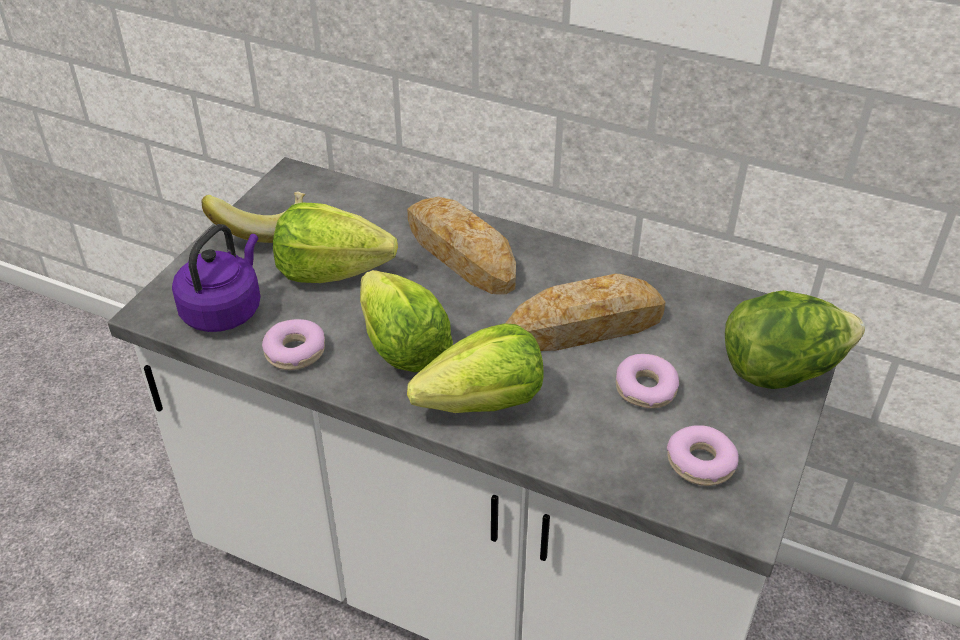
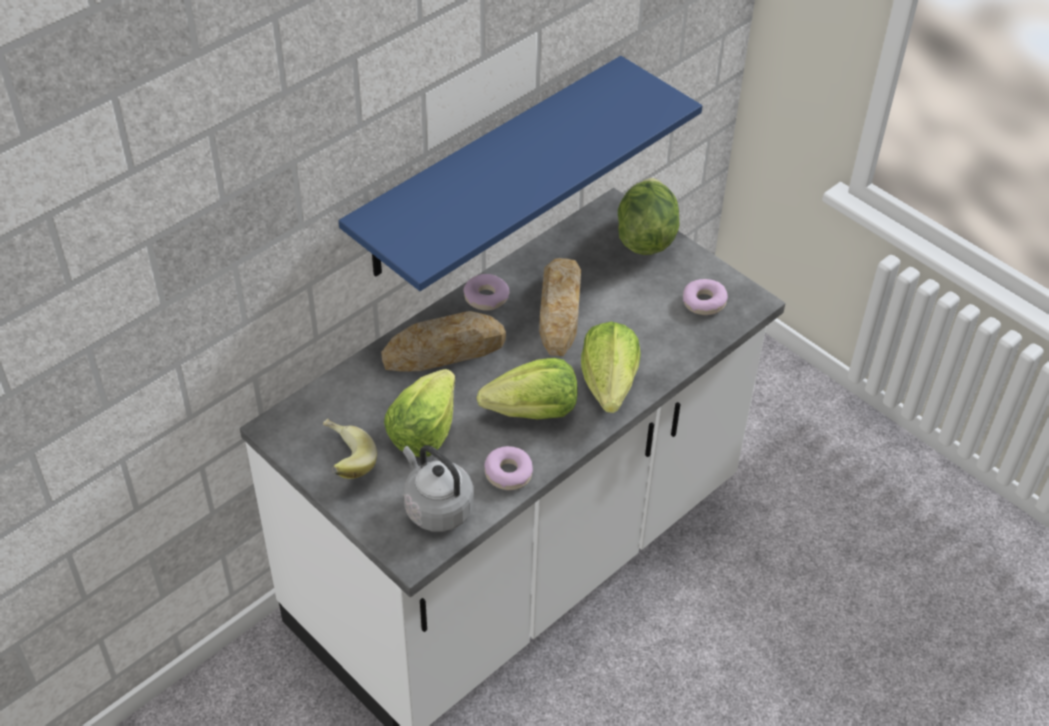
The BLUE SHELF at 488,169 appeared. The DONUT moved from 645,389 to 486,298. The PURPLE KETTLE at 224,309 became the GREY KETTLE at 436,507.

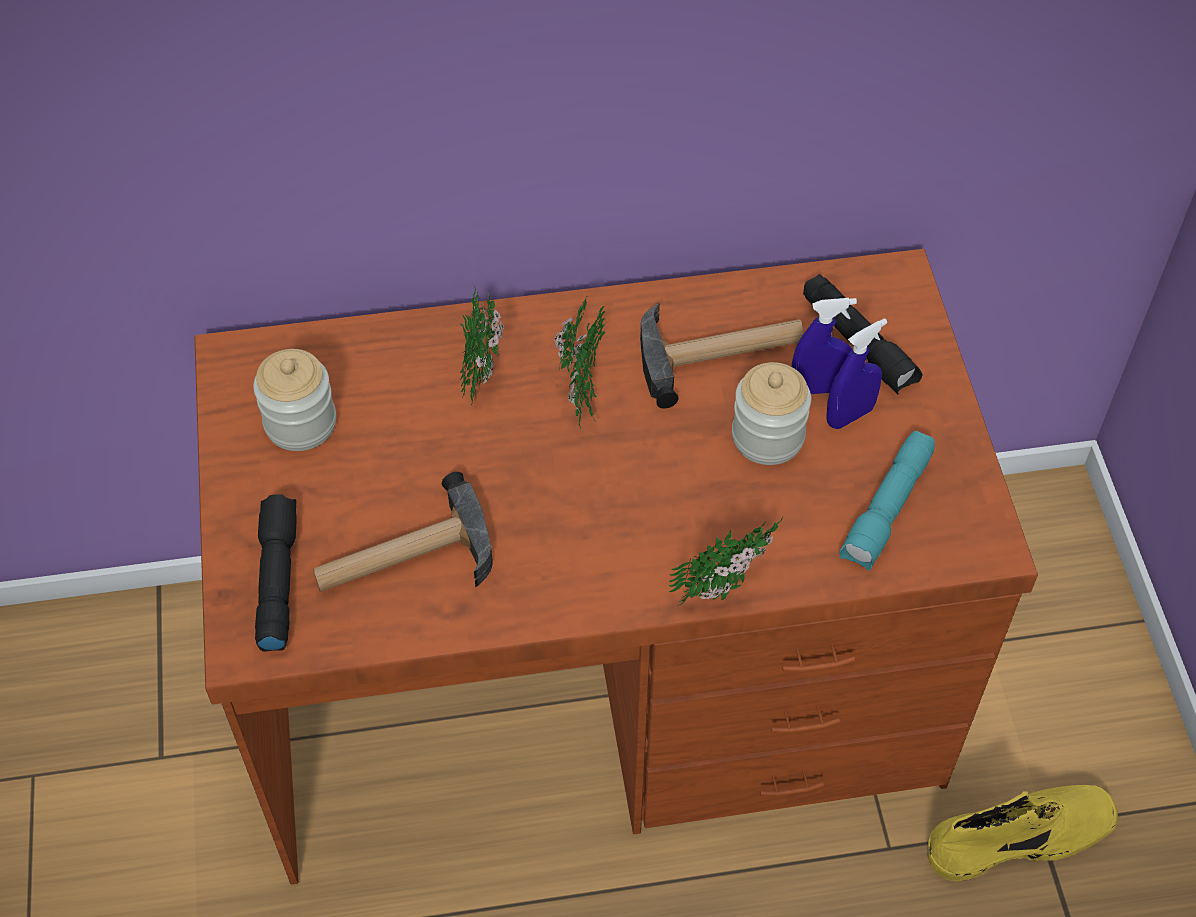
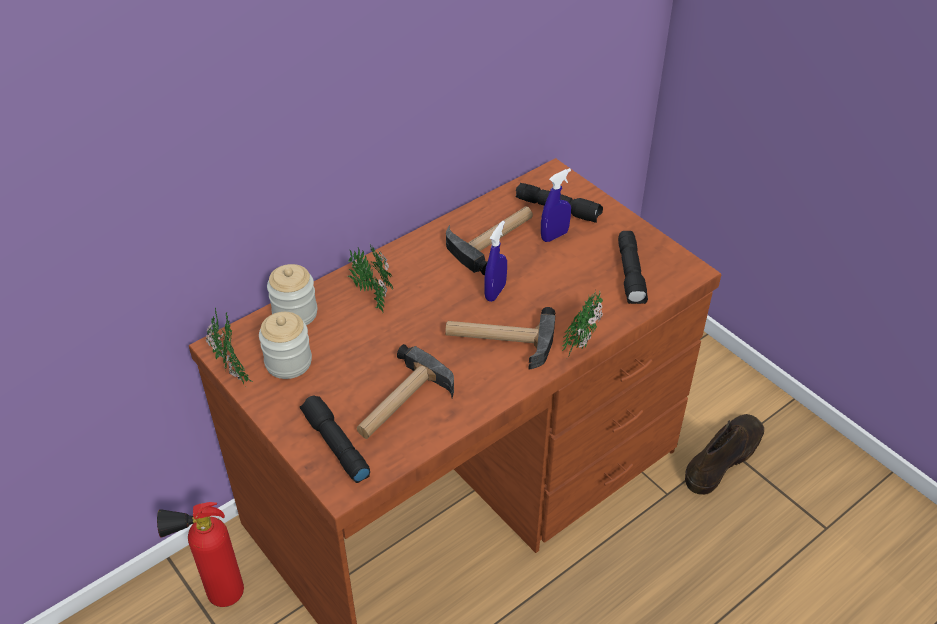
The FIRE EXTINGUISHER at 217,595 appeared. The HAMMER at 499,340 appeared. The POTTED PLANT moved from 581,395 to 233,373. The JAR moved from 767,437 to 295,313. The BLUE SPRAY BOTTLE moved from 849,416 to 495,292. The TURQUOISE FLASHLIGHT at 888,510 became the BLACK FLASHLIGHT at 631,275. The YELLOW BOOT at 1021,837 became the BROWN BOOT at 724,457.

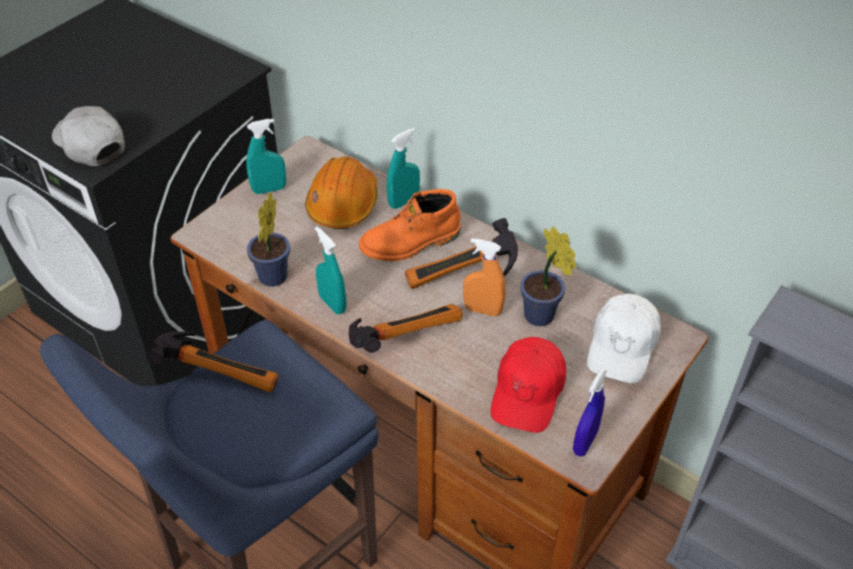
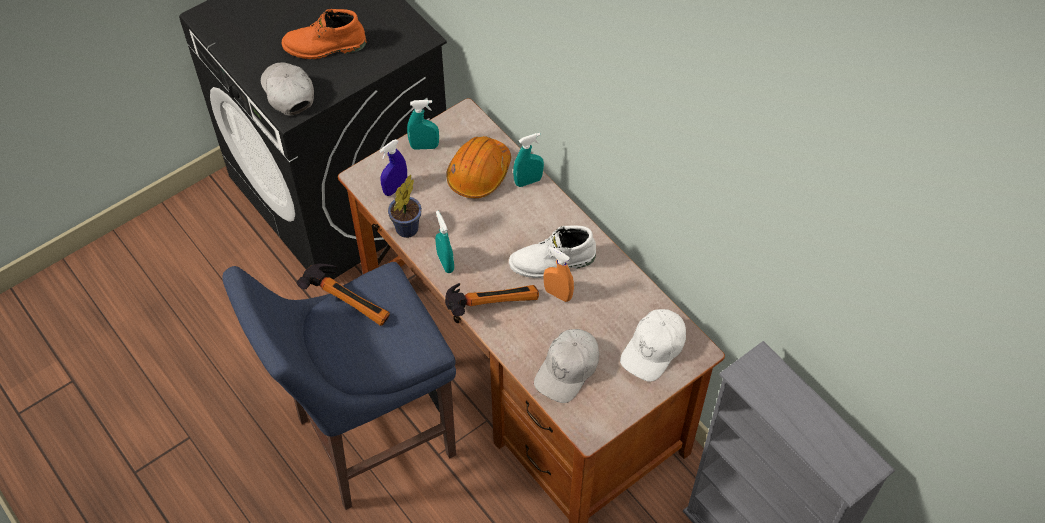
The POTTED PLANT at 541,318 disappeared. The ORANGE BOOT moved from 411,244 to 324,47. The BLUE SPRAY BOTTLE moved from 585,442 to 395,188. The HAMMER at 463,279 was replaced by the WHITE BOOT at 552,263. The RED CAP at 528,392 became the WHITE CAP at 568,369.

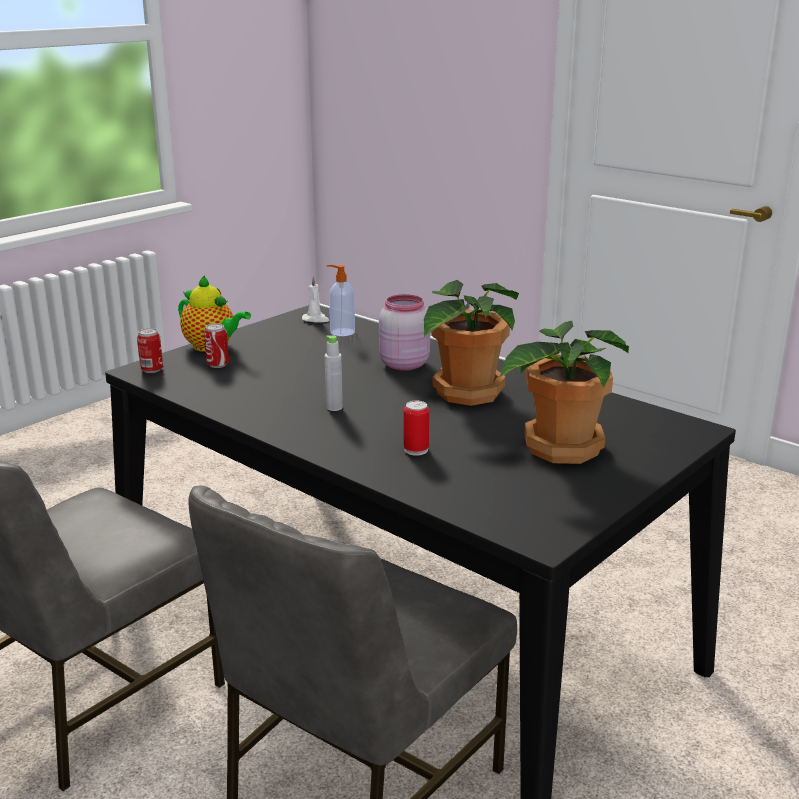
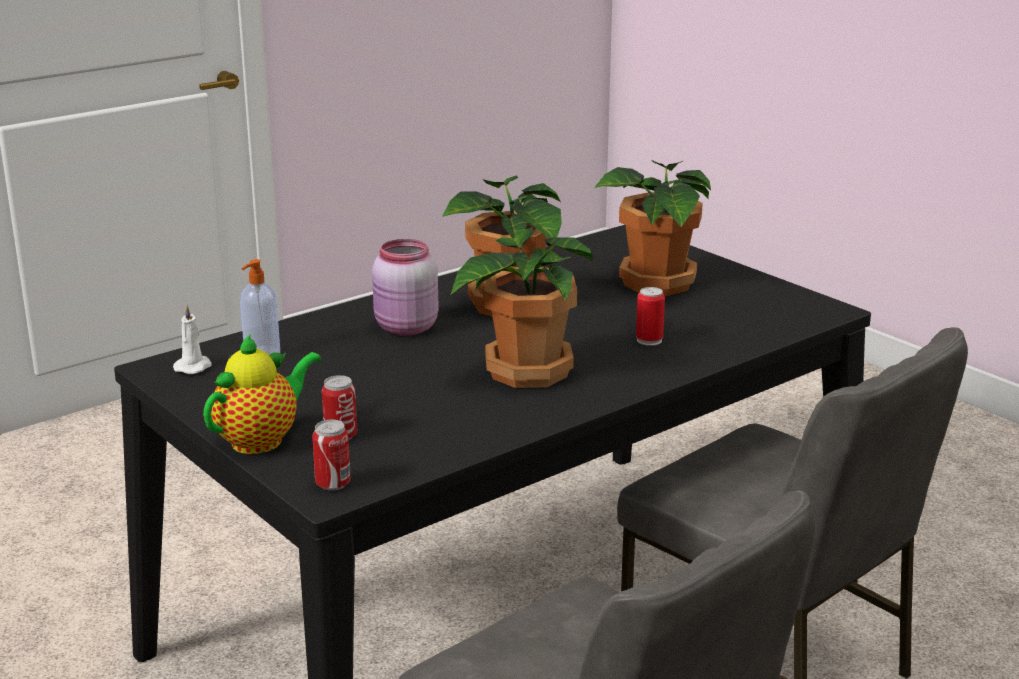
The GREY BOTTLE at 334,407 was replaced by the POTTED PLANT at 525,371.

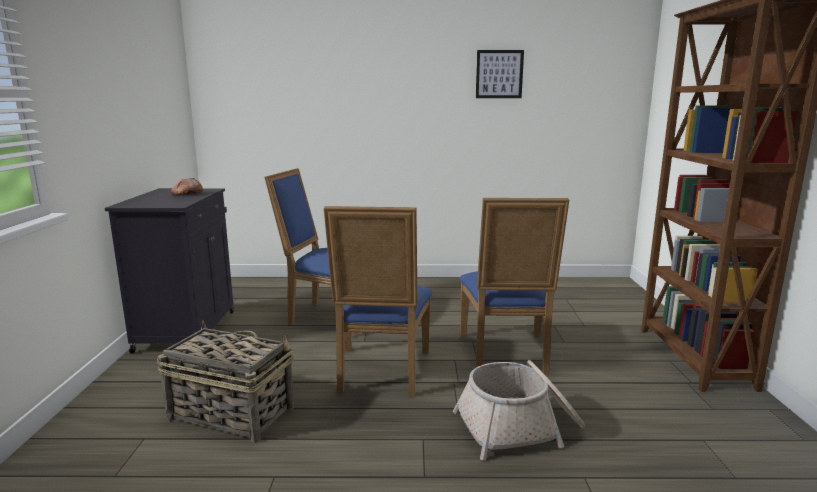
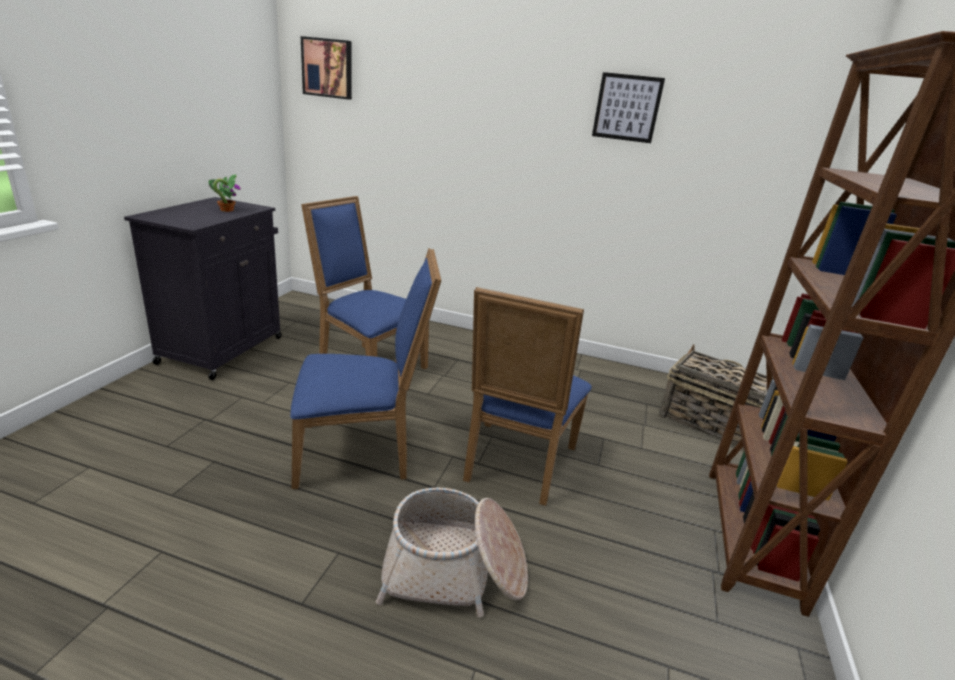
The PICTURE at 328,68 appeared. The BASKET moved from 230,412 to 707,422. The BREAD at 187,194 was replaced by the POTTED PLANT at 226,210. The BLUE CHAIR at 380,374 turned 120 degrees counterclockwise.

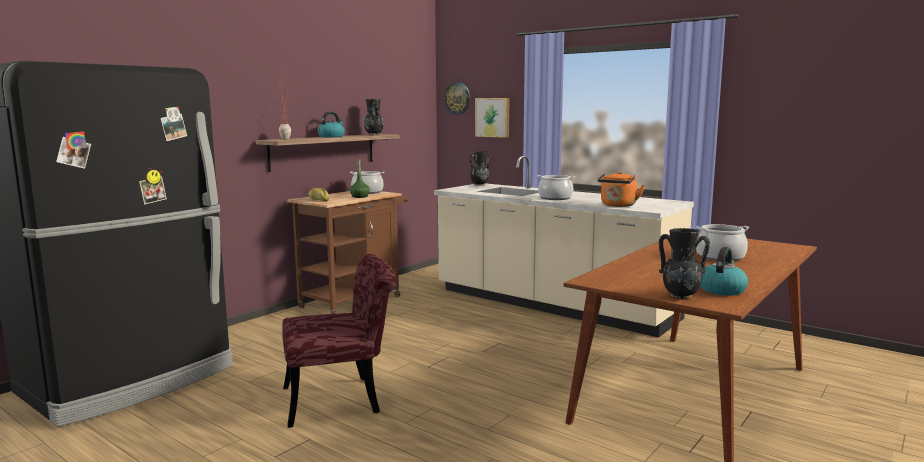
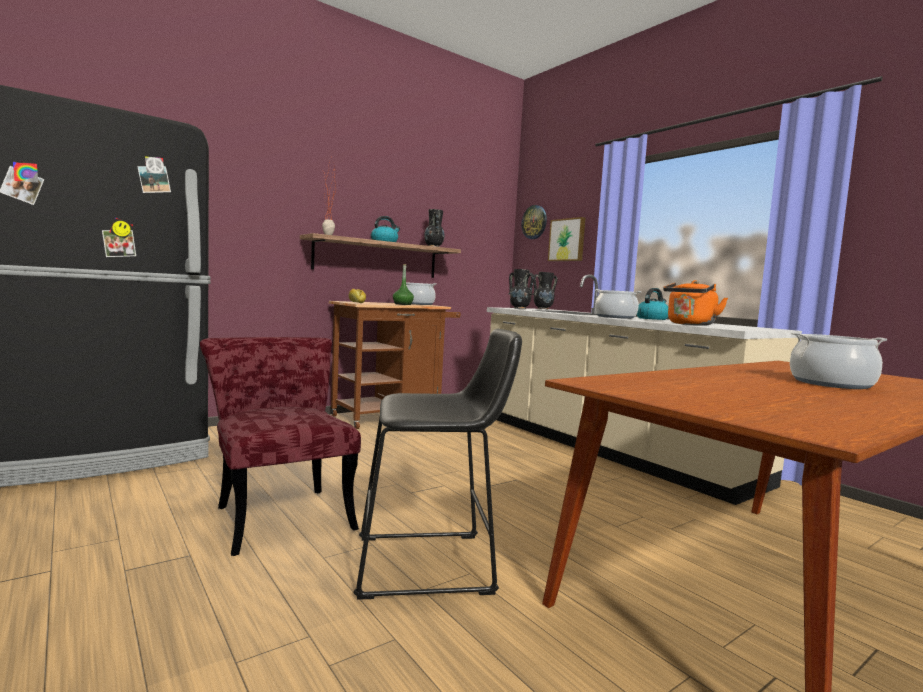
The BLACK STOOL at 432,565 appeared. The BLACK VASE moved from 680,296 to 519,308. The KETTLE moved from 721,290 to 652,318. The RED CHAIR at 343,399 turned 120 degrees counterclockwise.

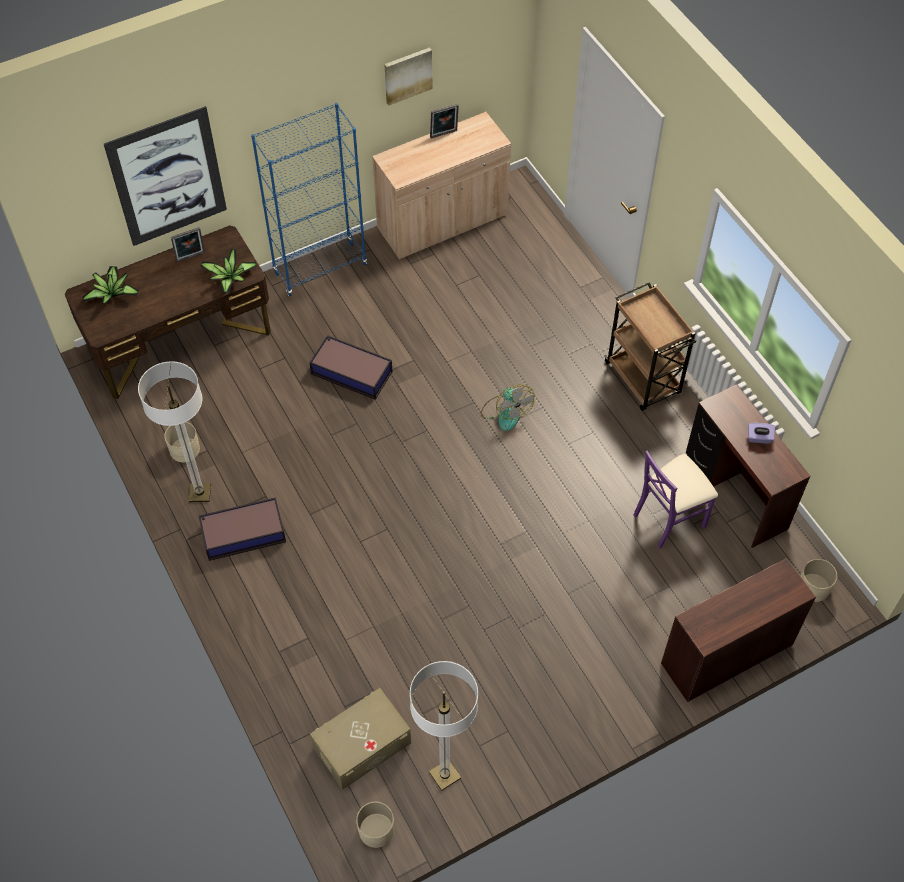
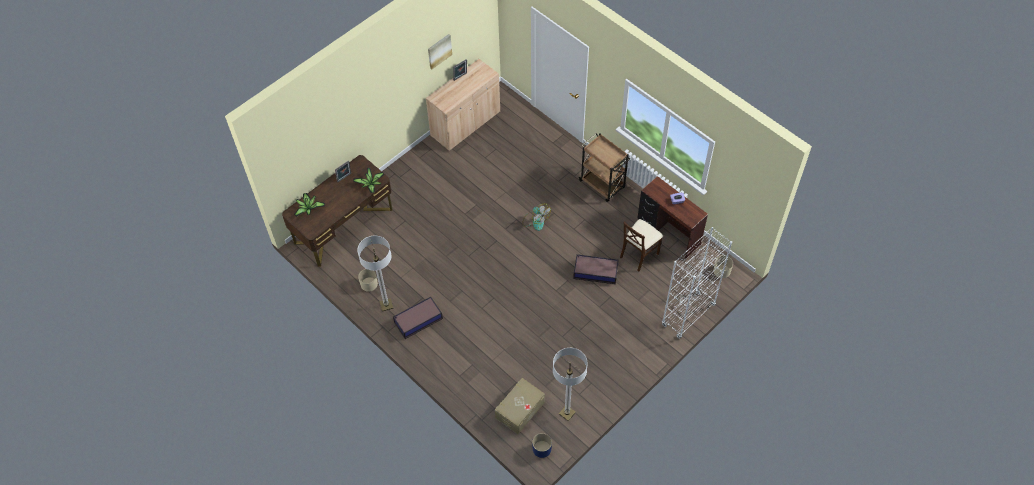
The PICTURE at 168,177 disappeared. The BLUE BOOKCASE at 320,269 disappeared. The STORAGE BOX moved from 351,372 to 595,272. The BROWN DESK at 725,653 was replaced by the WHITE BOOKCASE at 688,315. The BEIGE PLANTER at 376,830 became the BLUE PLANTER at 541,449. The PURPLE CHAIR at 669,518 became the BEIGE CHAIR at 639,254.

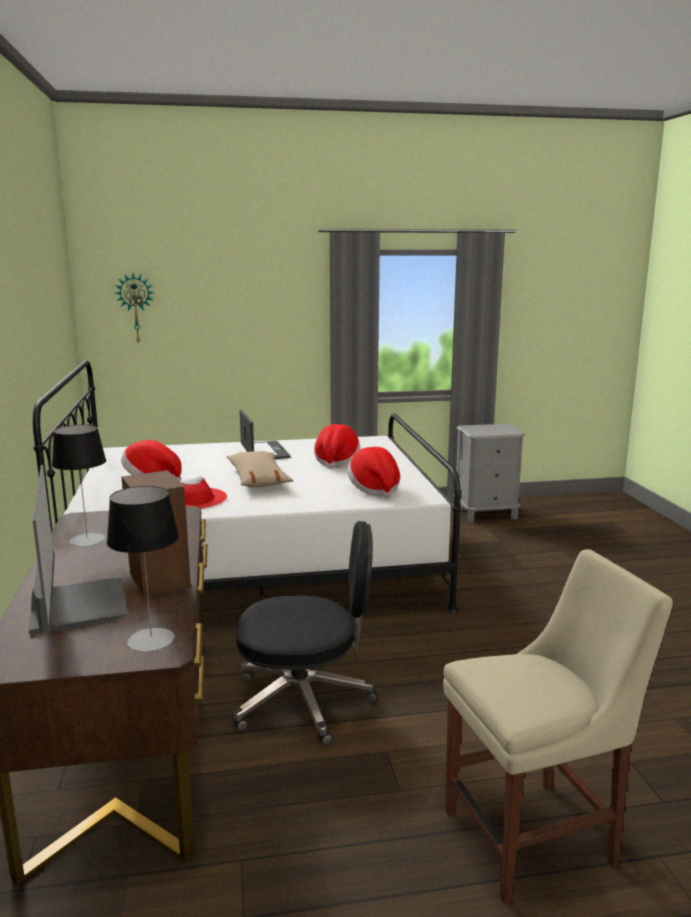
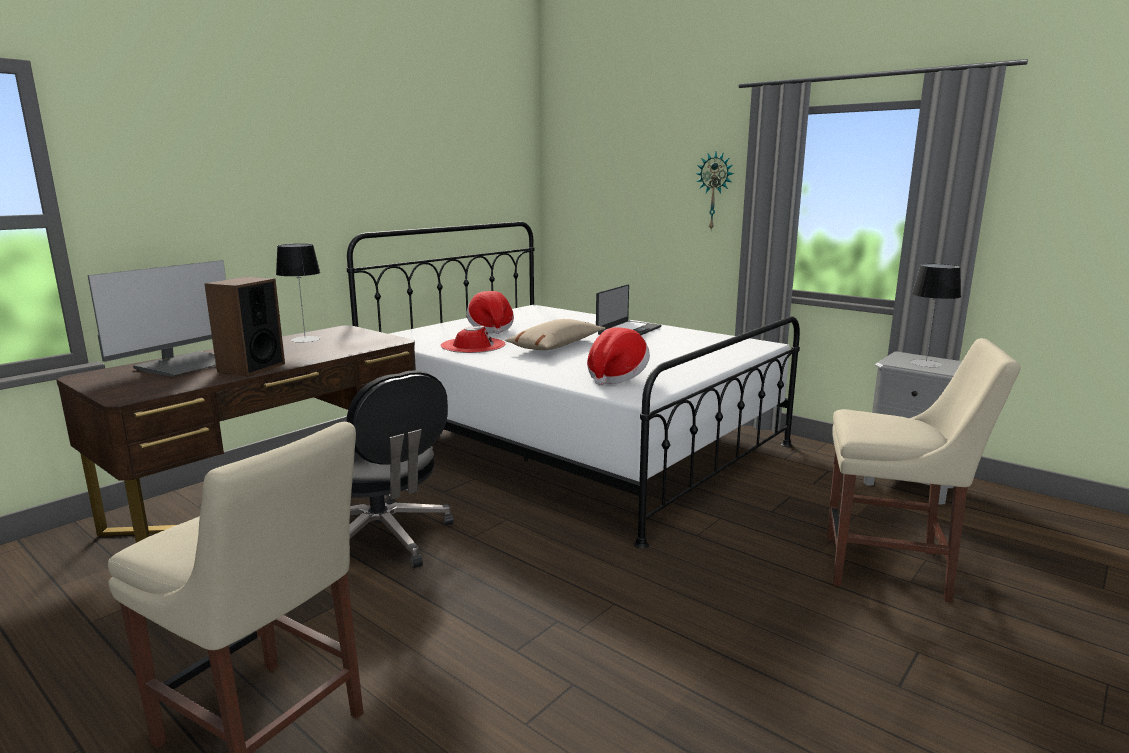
The HAT at 336,461 disappeared. The BEIGE CHAIR at 892,569 appeared. The TABLE LAMP moved from 151,639 to 925,363. The WALL CLOCK moved from 136,308 to 715,191.

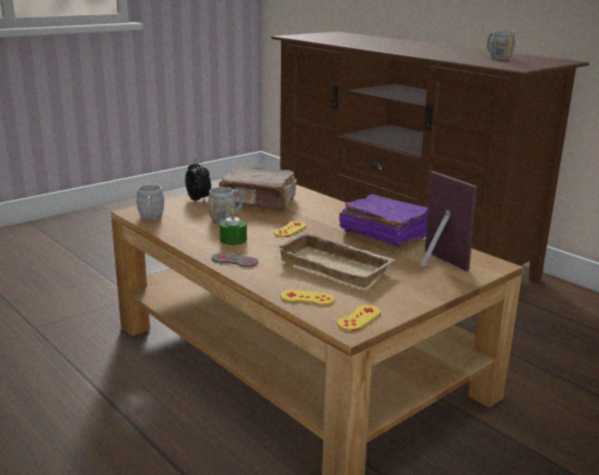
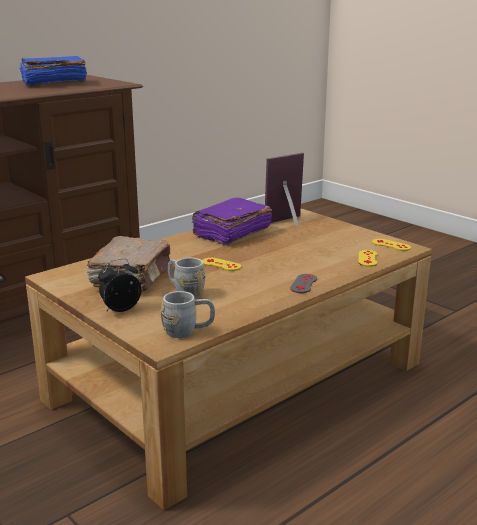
The GREEN CANDLE at 233,240 disappeared. The BEIGE TRAY at 337,266 disappeared. The GREY MUG at 497,57 was replaced by the BLUE BOOK at 53,83.

